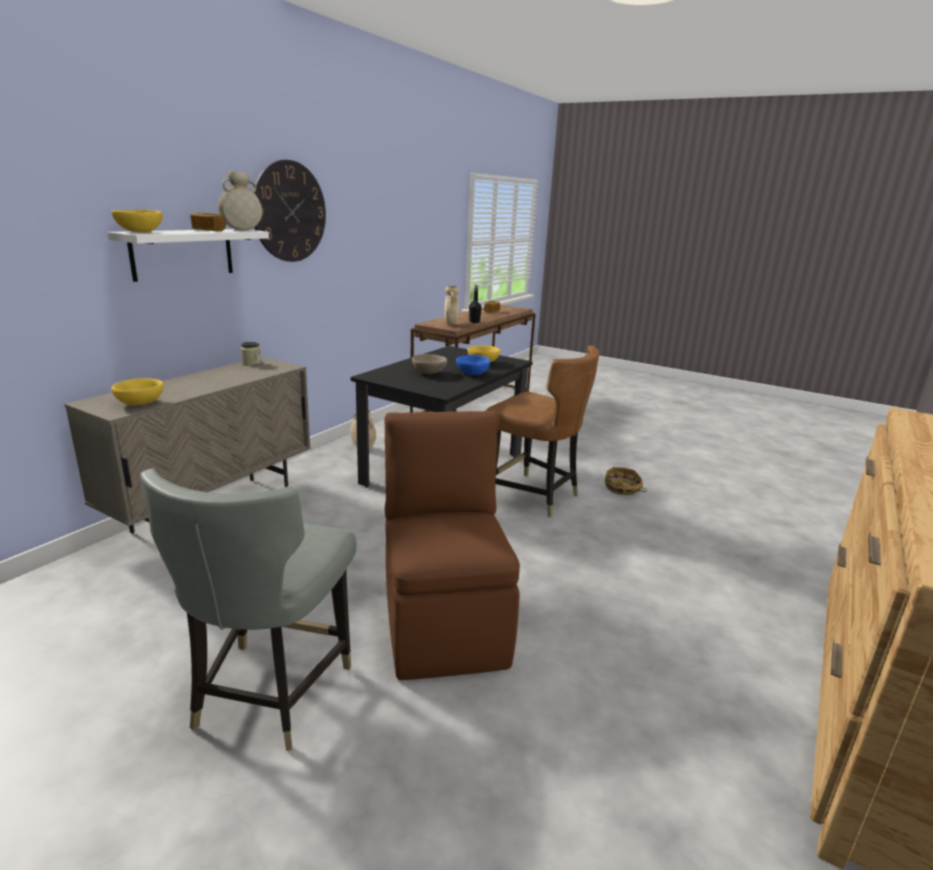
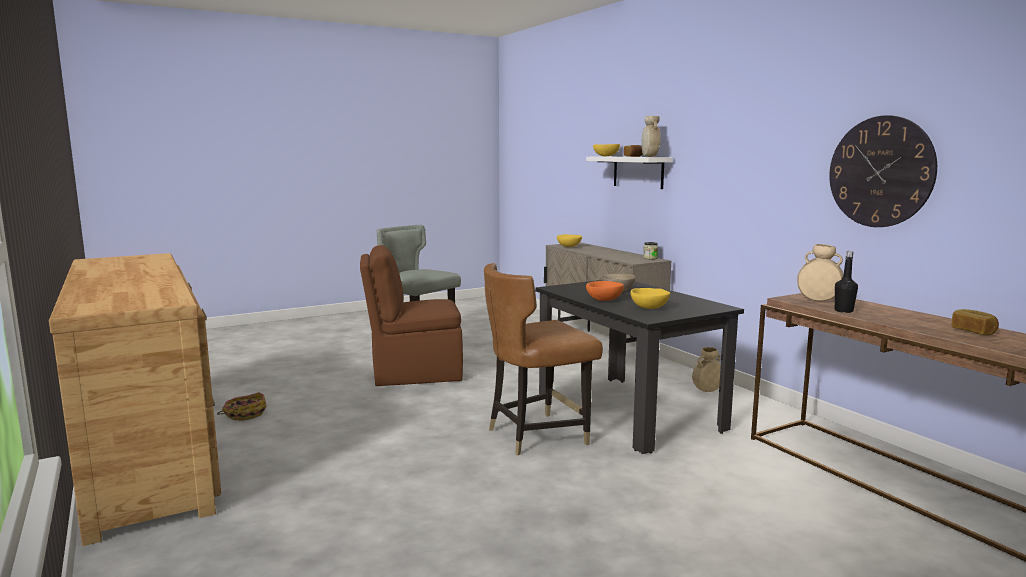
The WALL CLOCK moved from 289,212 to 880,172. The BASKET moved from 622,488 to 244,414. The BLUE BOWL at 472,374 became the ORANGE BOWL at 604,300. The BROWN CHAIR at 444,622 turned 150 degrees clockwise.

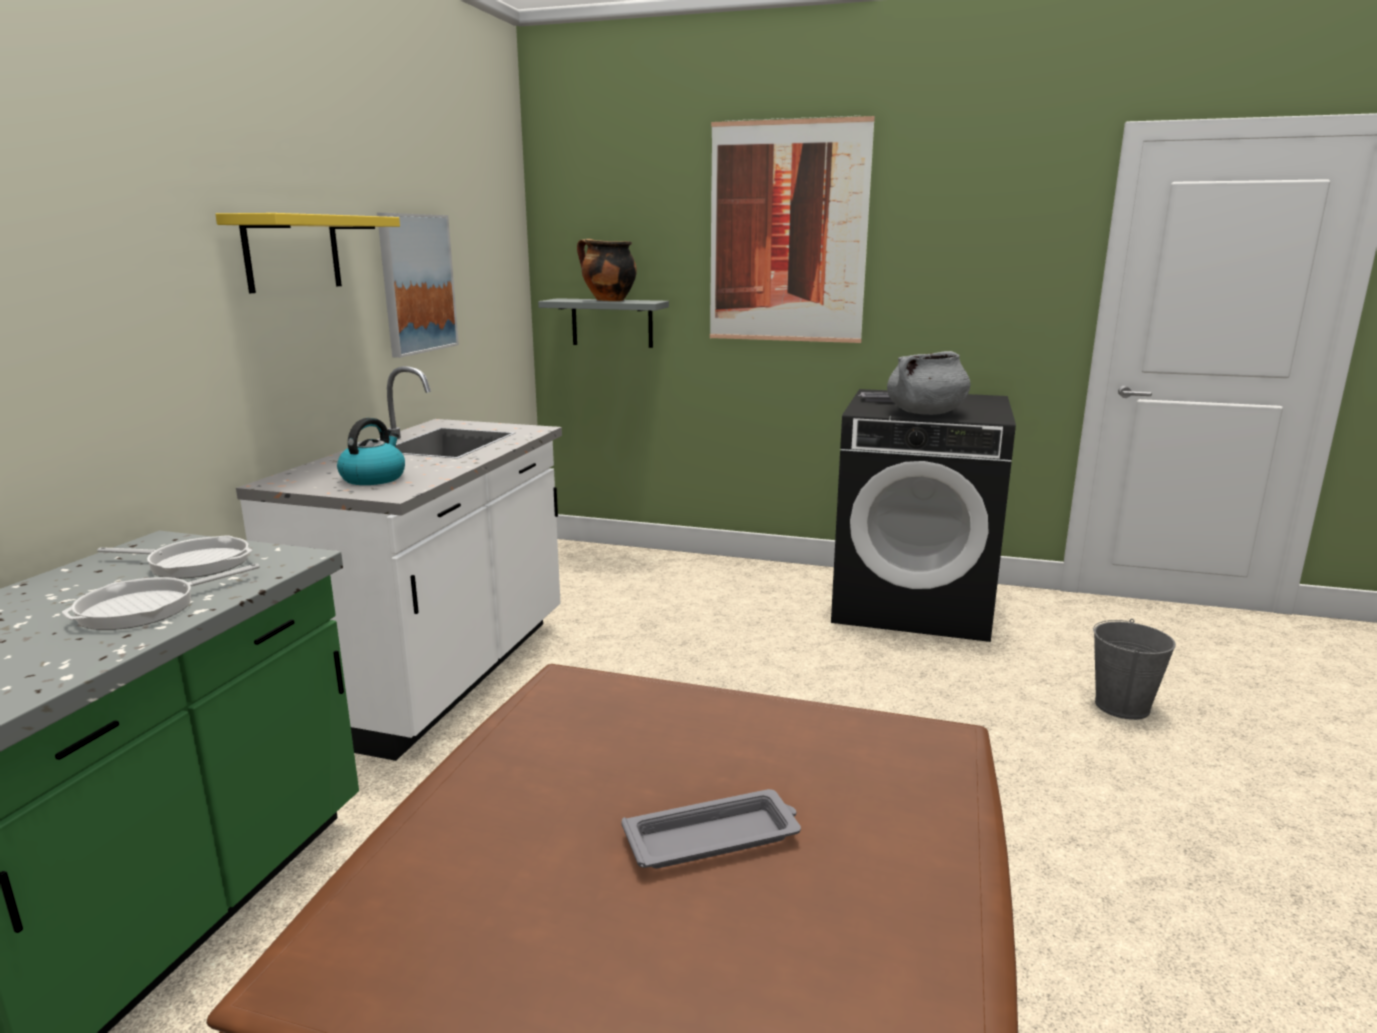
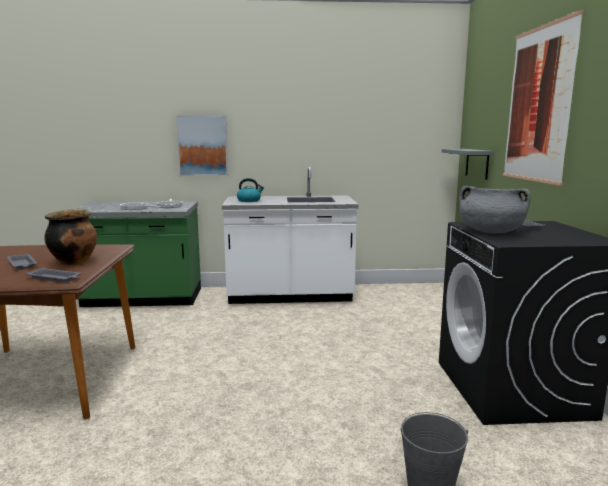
The YELLOW SHELF at 292,252 disappeared. The GREY TRAY at 55,278 appeared. The PICTURE moved from 416,283 to 202,145. The COOKING POT moved from 608,300 to 74,262.

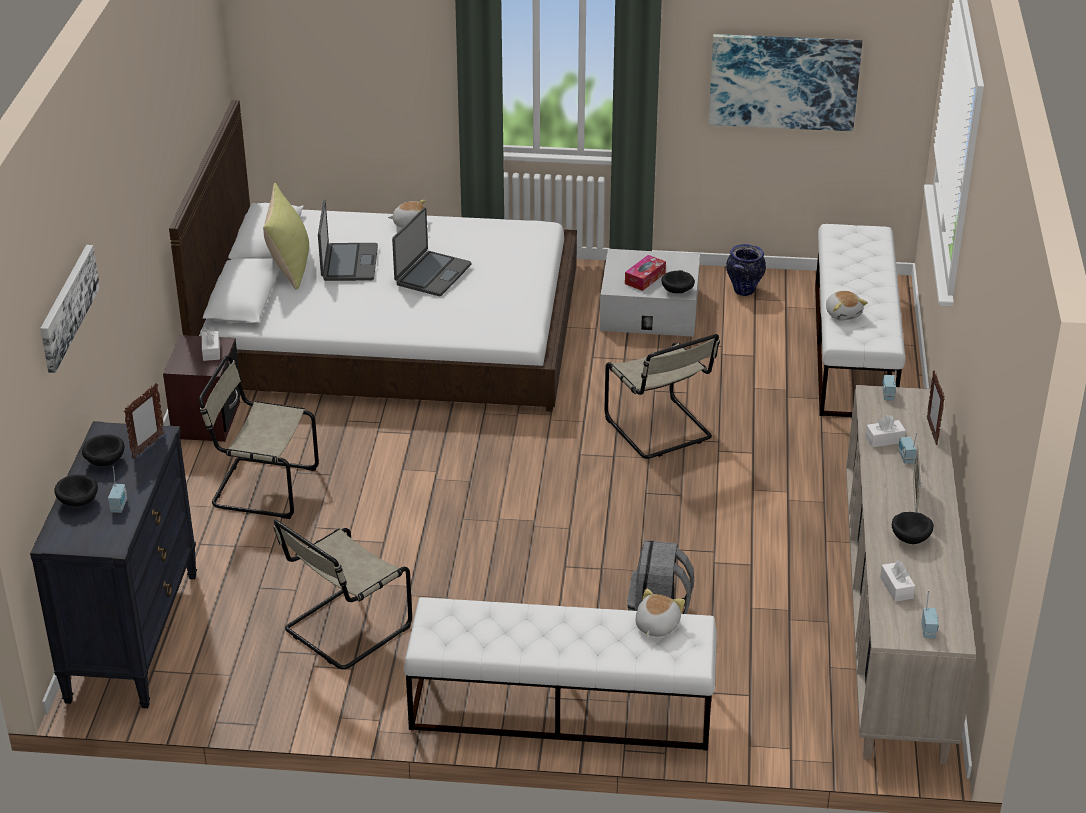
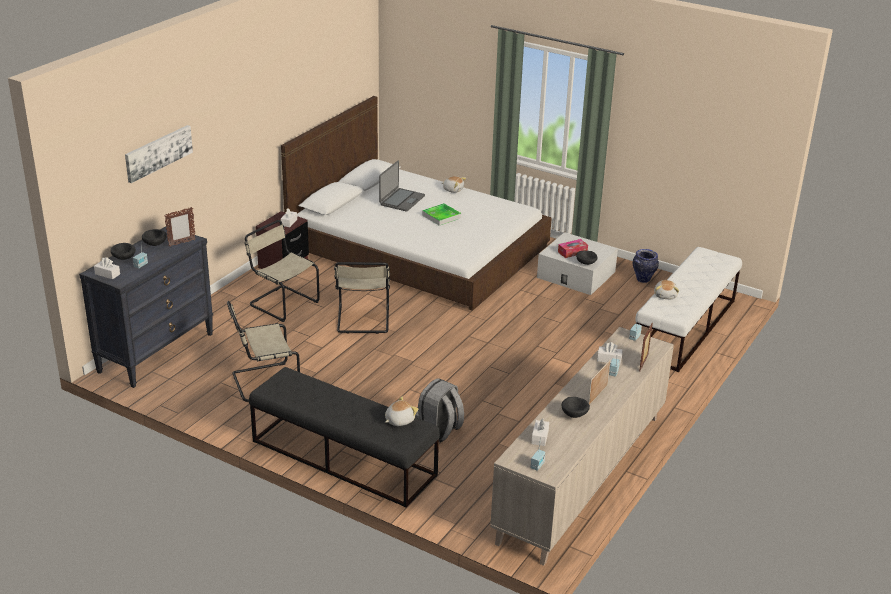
The YELLOW PILLOW at 289,266 disappeared. The PICTURE at 784,81 disappeared. The WHITE TISSUE BOX at 107,274 appeared. The BEIGE CHAIR moved from 660,430 to 363,321. The LAPTOP at 432,274 was replaced by the TRAY at 441,216. The WHITE BENCH at 560,707 became the BLACK BENCH at 343,458.

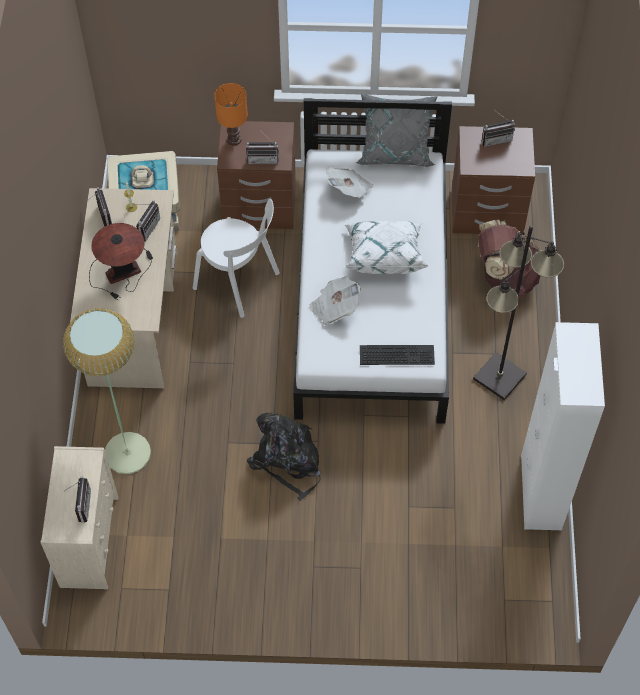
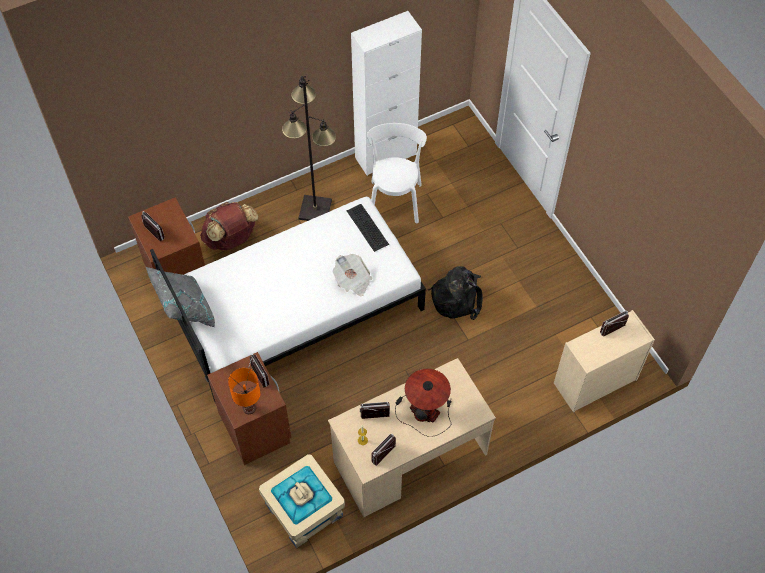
The FLOOR LAMP at 128,453 disappeared. The NEWSPAPER at 349,189 disappeared. The WHITE PILLOW at 384,255 disappeared. The WHITE CHAIR moved from 239,283 to 395,199.

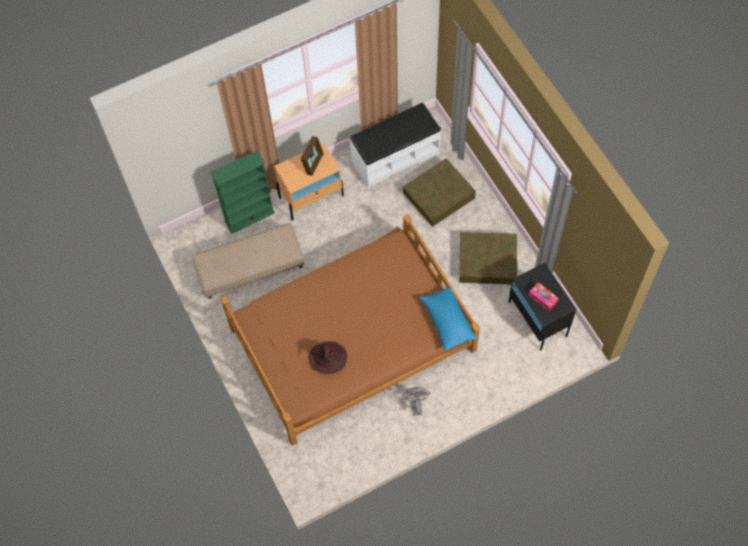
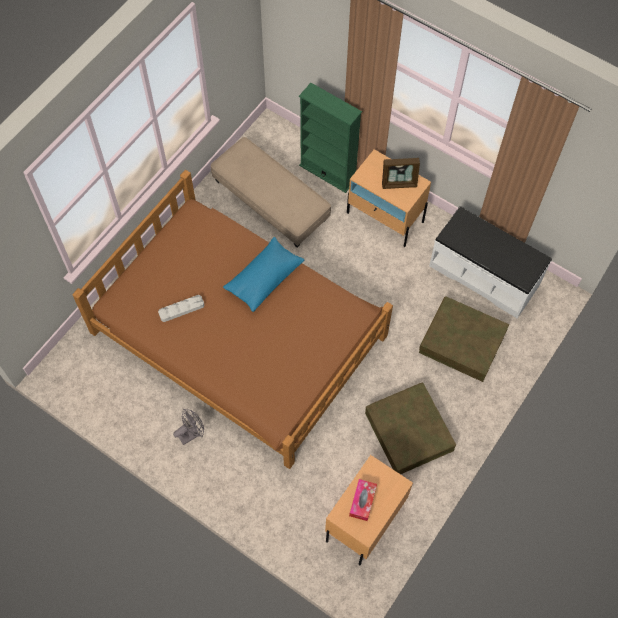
The BLUE PILLOW moved from 447,321 to 264,279. The BROWN HAT at 327,358 was replaced by the GREY TRAY at 181,309. The BLACK NIGHTSTAND at 537,319 became the BEIGE NIGHTSTAND at 364,521.

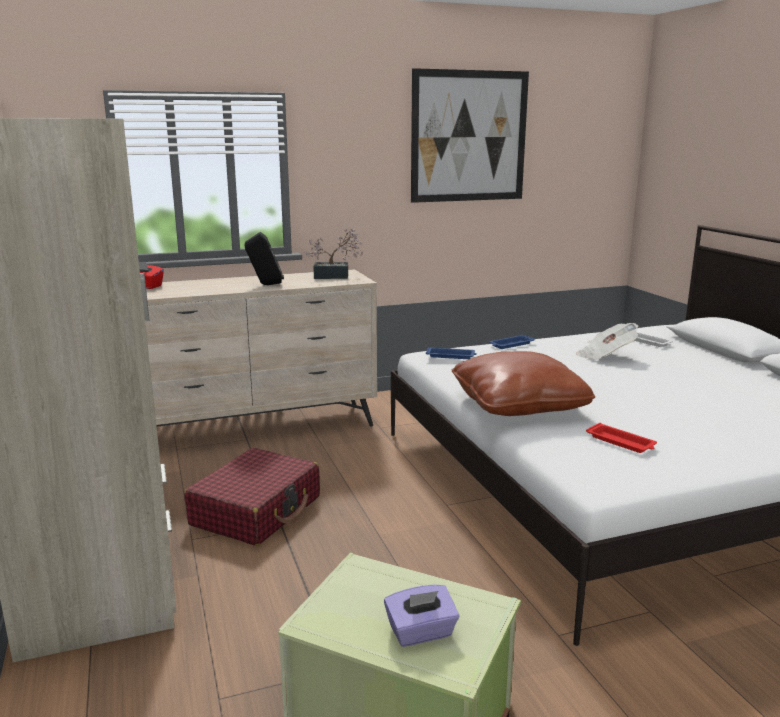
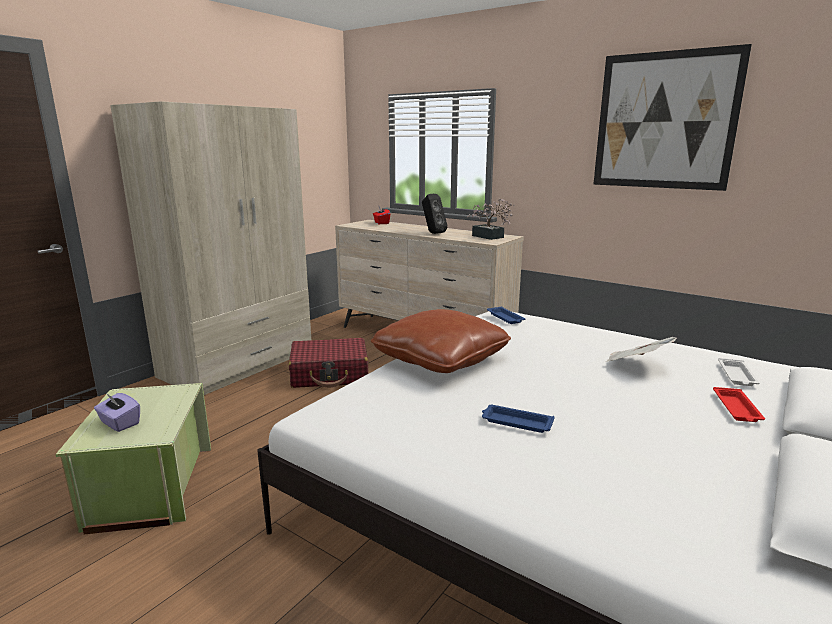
The BLUE TRAY moved from 510,345 to 516,422. The RED TRAY moved from 621,442 to 737,409.

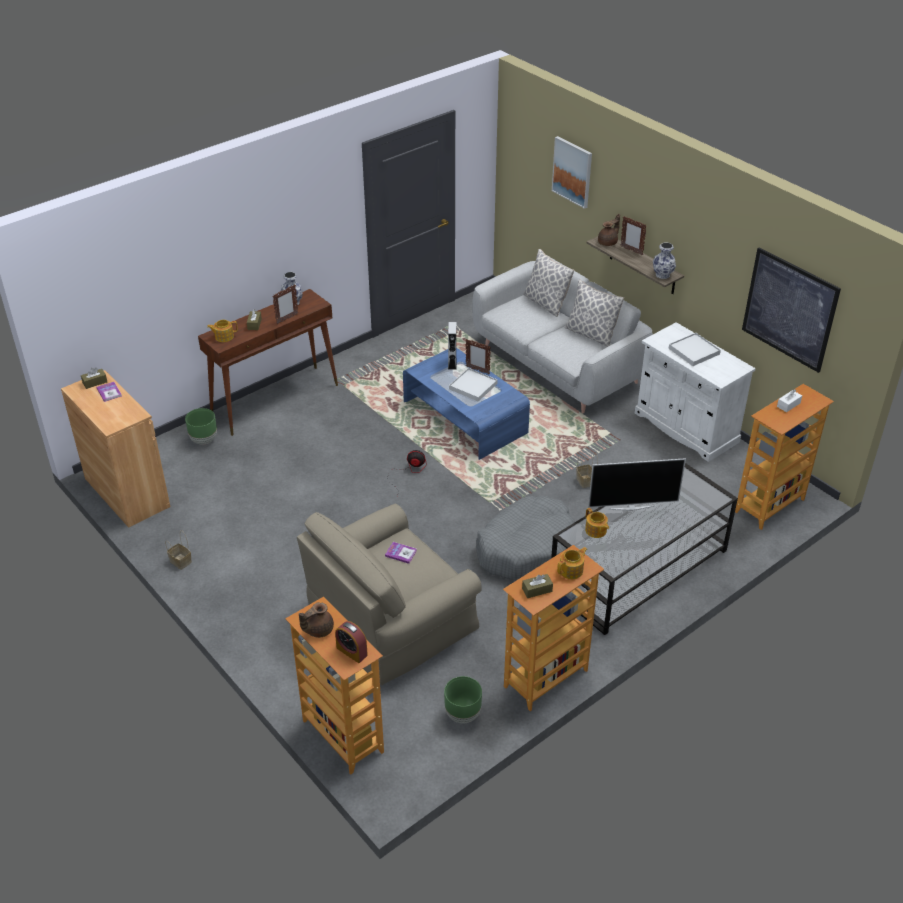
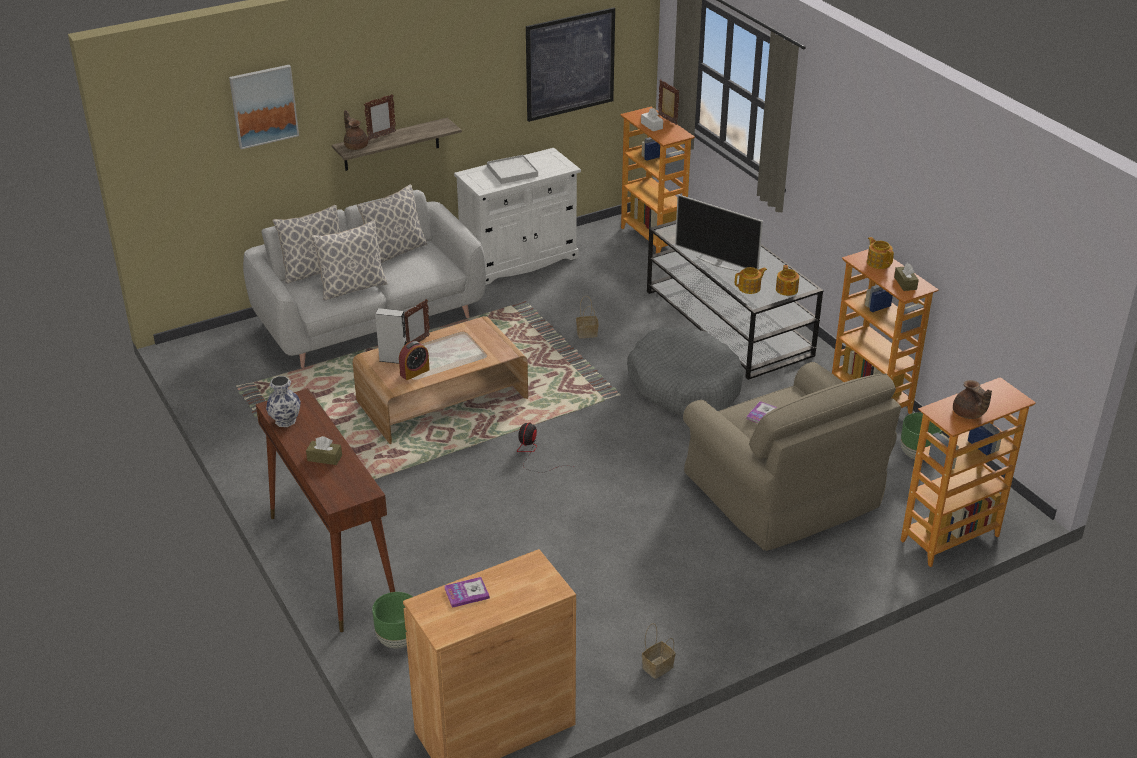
The BROWN TISSUE BOX at 95,382 disappeared. The WHITE TRAY at 473,386 disappeared. The VASE at 663,275 disappeared. The PILLOW at 352,288 appeared. The TEAPOT moved from 223,337 to 786,290. The PICTURE FRAME moved from 287,319 to 667,120. The ALARM CLOCK moved from 352,651 to 414,372. The BLUE COFFEE TABLE at 465,417 became the BROWN COFFEE TABLE at 442,400. The TELEVISION at 631,507 turned 120 degrees clockwise.

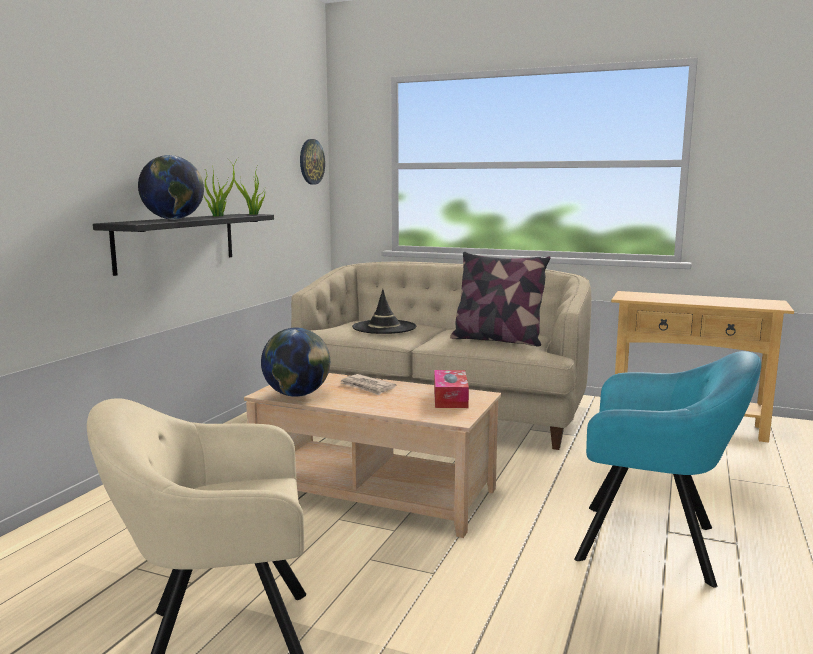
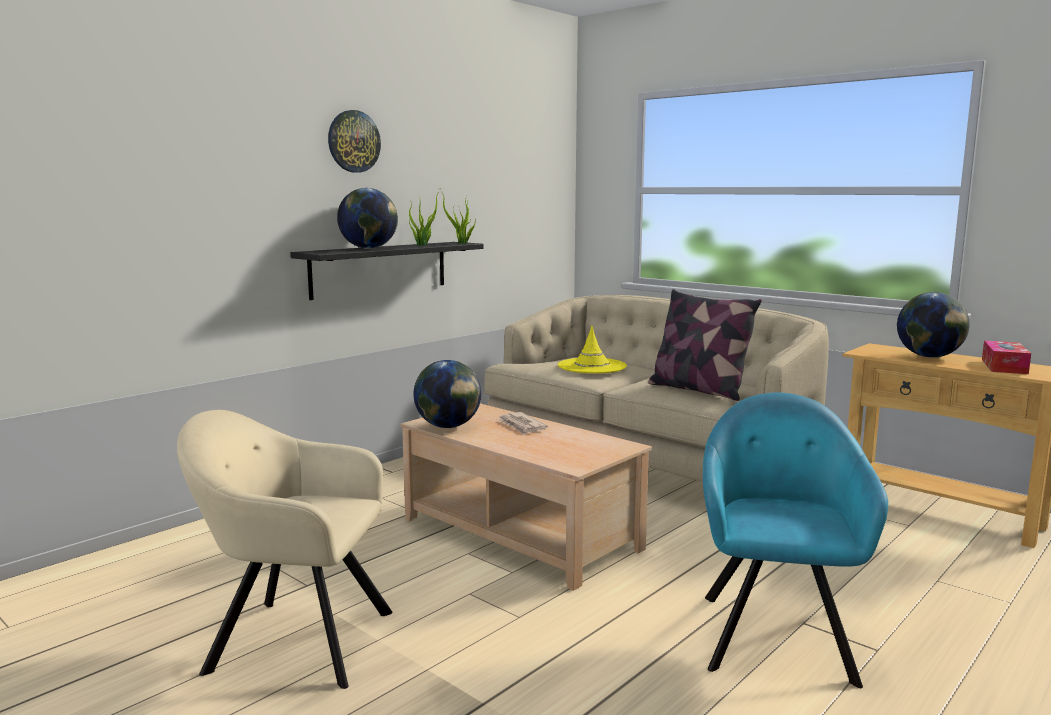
The GLOBE at 929,357 appeared. The WALL CLOCK moved from 311,162 to 353,141. The TISSUE BOX moved from 450,398 to 1004,366. The BLACK HAT at 384,327 became the YELLOW HAT at 592,366. The TURQUOISE ARMCHAIR at 654,544 turned 120 degrees counterclockwise.

